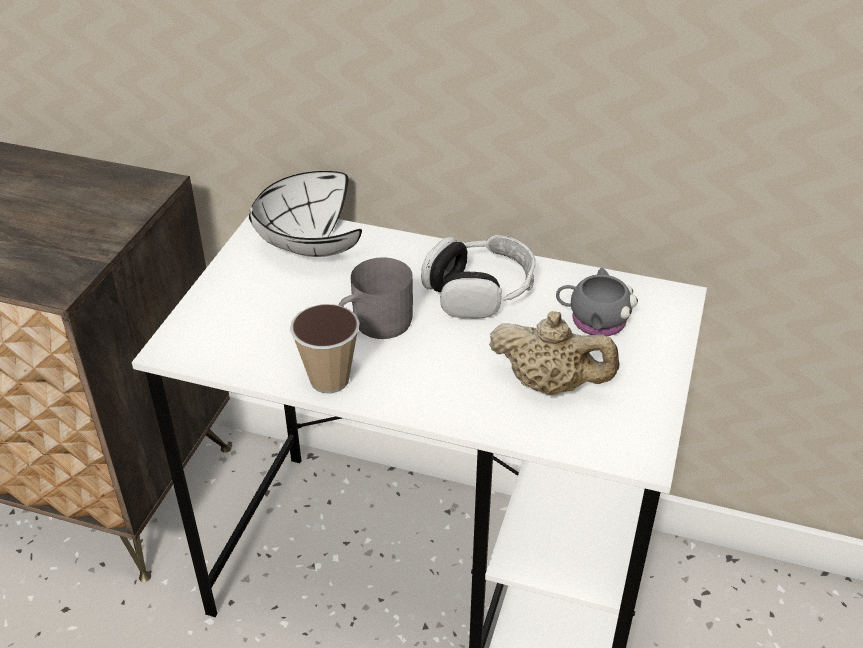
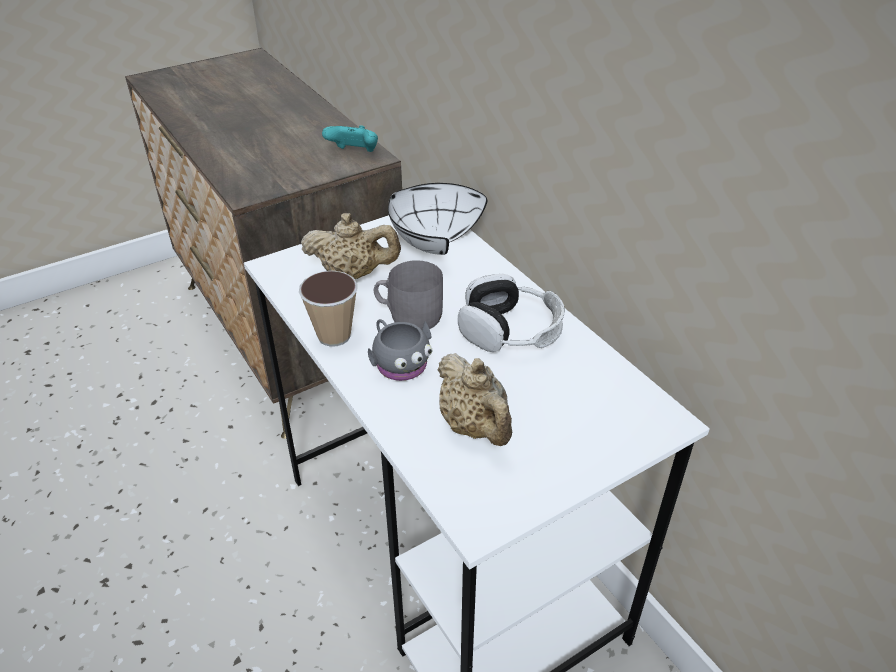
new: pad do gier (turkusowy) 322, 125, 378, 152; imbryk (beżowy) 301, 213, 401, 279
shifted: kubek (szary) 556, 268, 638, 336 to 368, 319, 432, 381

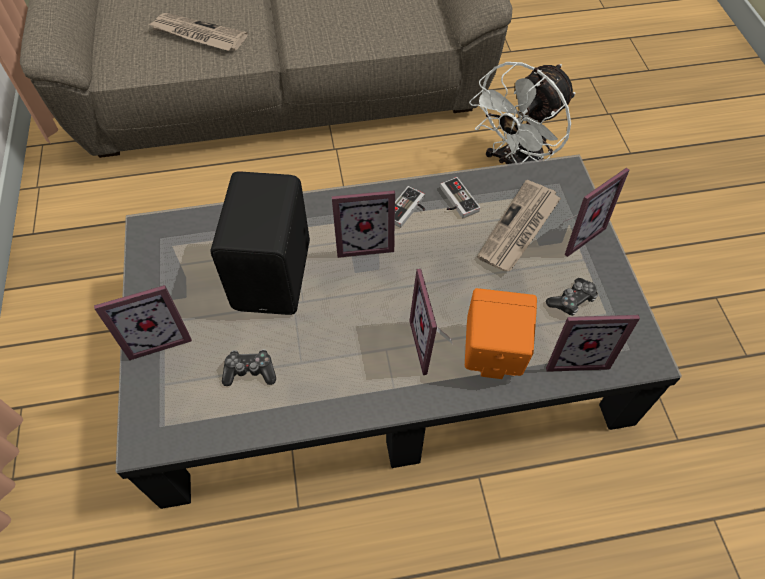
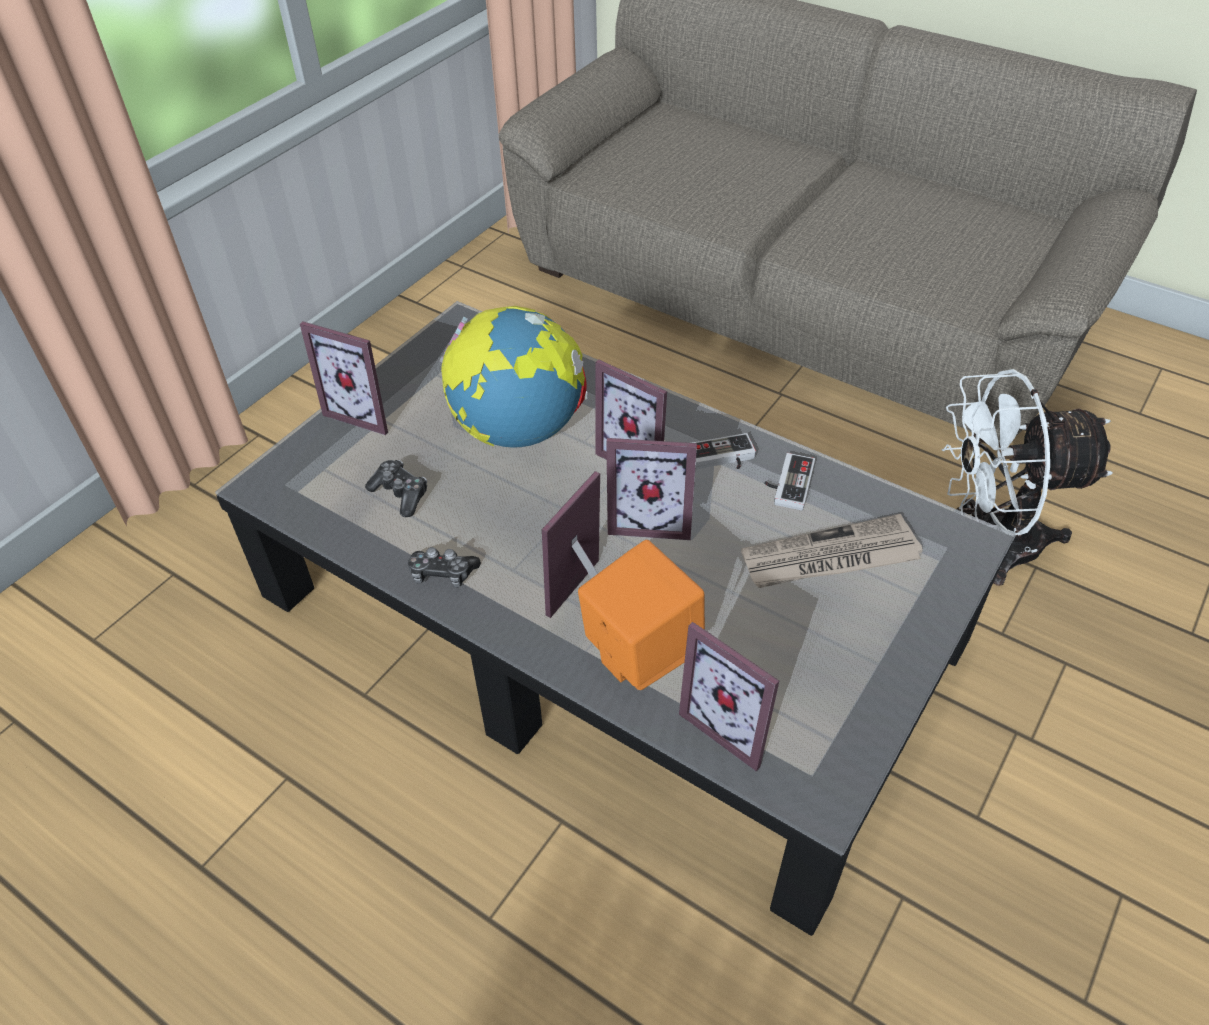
gone: gazeta 148, 13, 248, 51
shifted: ramka na zdjęcie 563, 168, 629, 257 to 606, 438, 697, 540; pad do gier 546, 278, 598, 316 to 408, 547, 481, 588
swapped: głośnik (czarny) 211, 171, 310, 315 to globus 440, 306, 587, 448

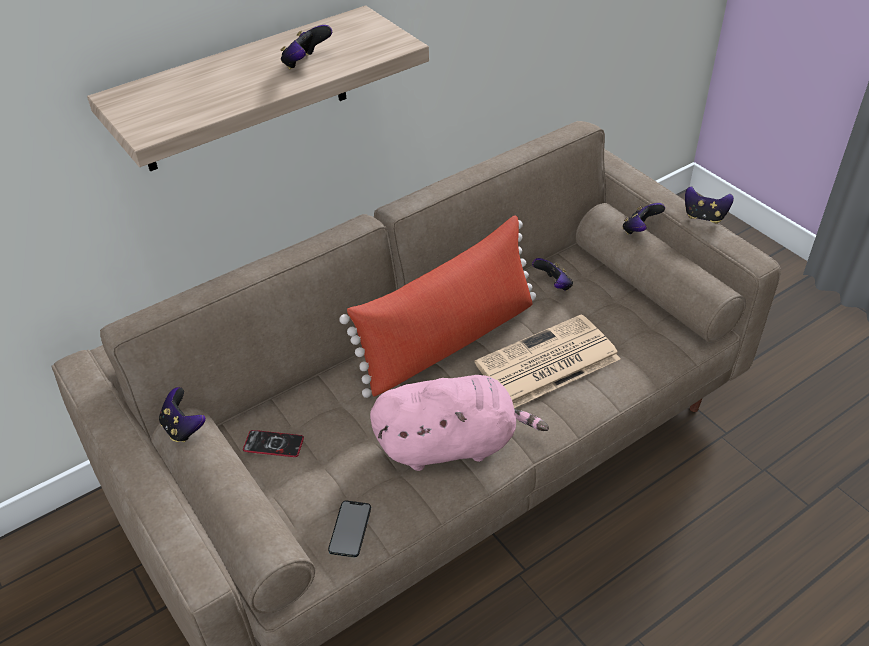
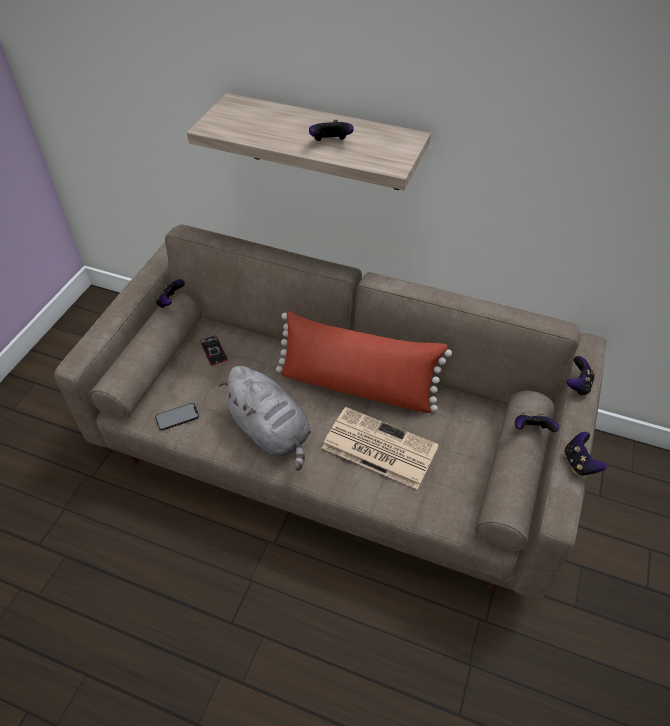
shifted: pad do gier 532, 258, 573, 291 to 566, 356, 595, 396
repainted: pluszak (różowy) 370, 375, 549, 471 to pluszak (szary) 219, 366, 311, 471

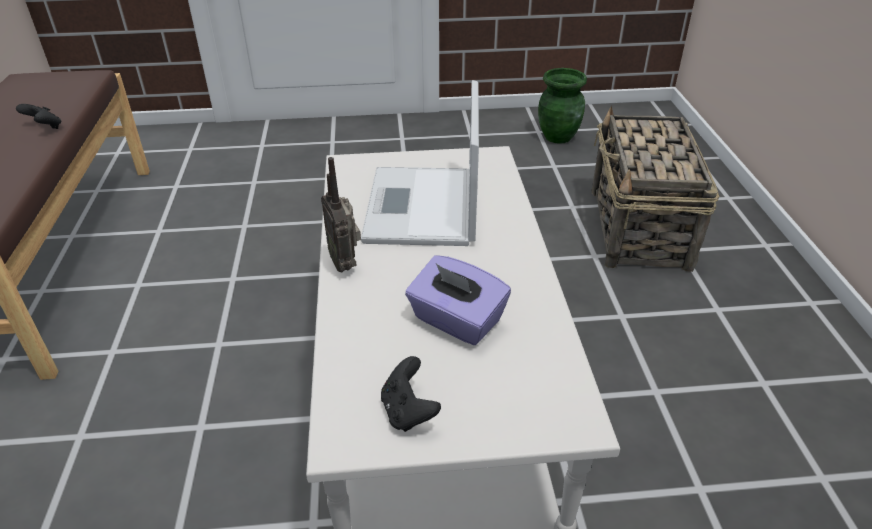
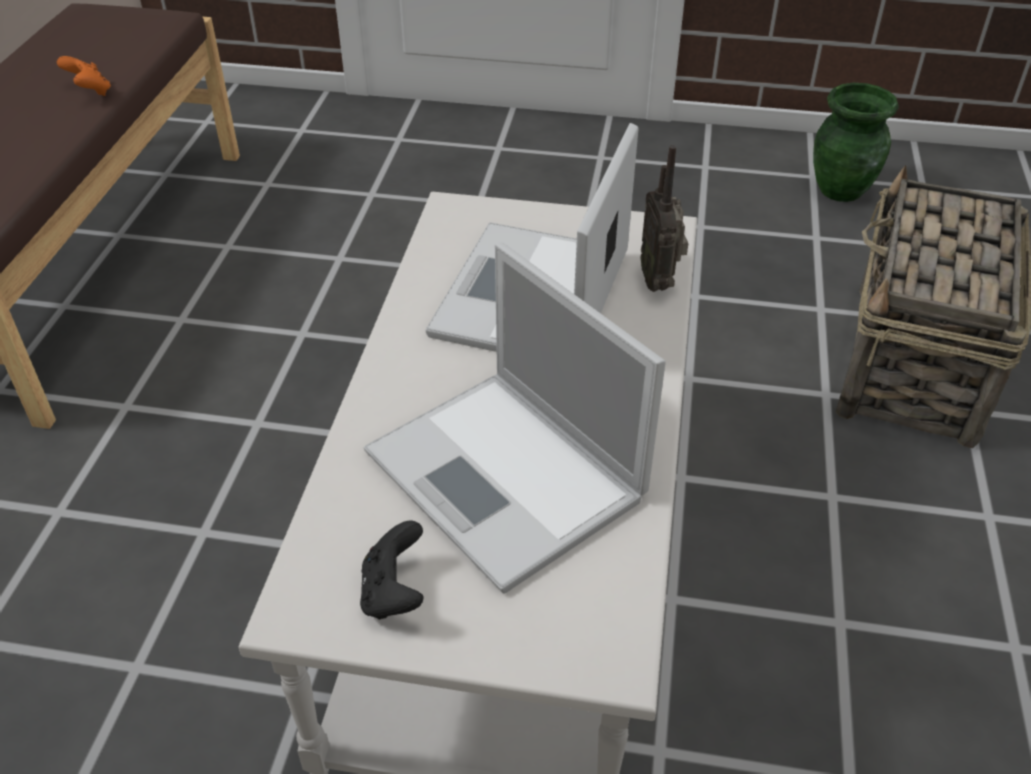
shifted: radio 321, 157, 361, 272 to 640, 145, 688, 292
swapped: pudełko chusteczek (fioletowy) 405, 255, 511, 345 to laptop 364, 242, 666, 594
repainted: pad do gier (czarny) 16, 104, 62, 129 to pad do gier (pomarańczowy) 57, 56, 111, 96

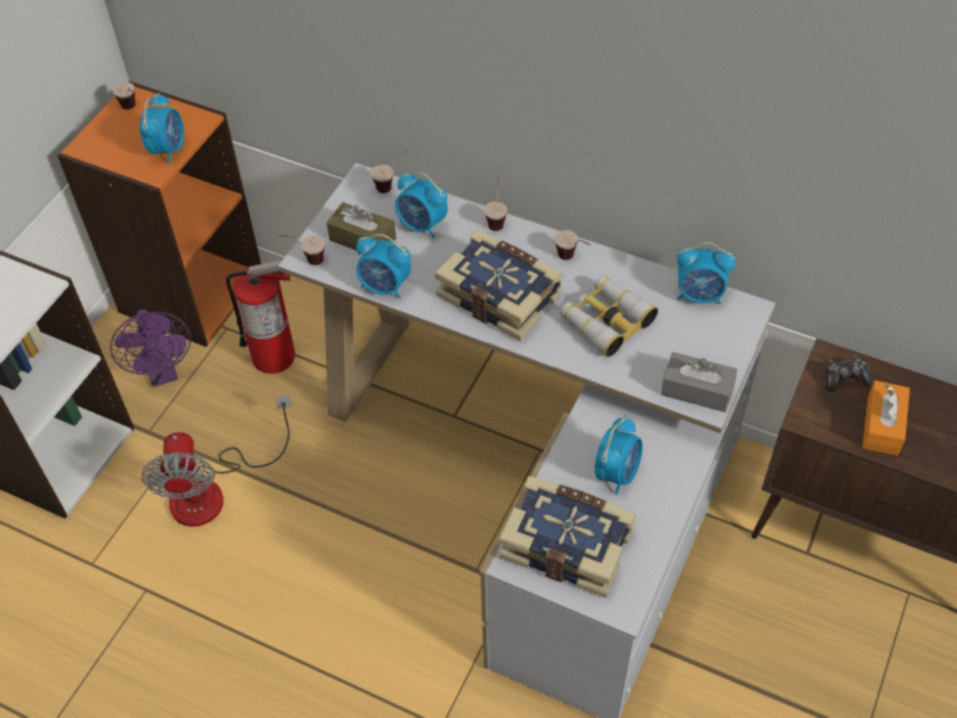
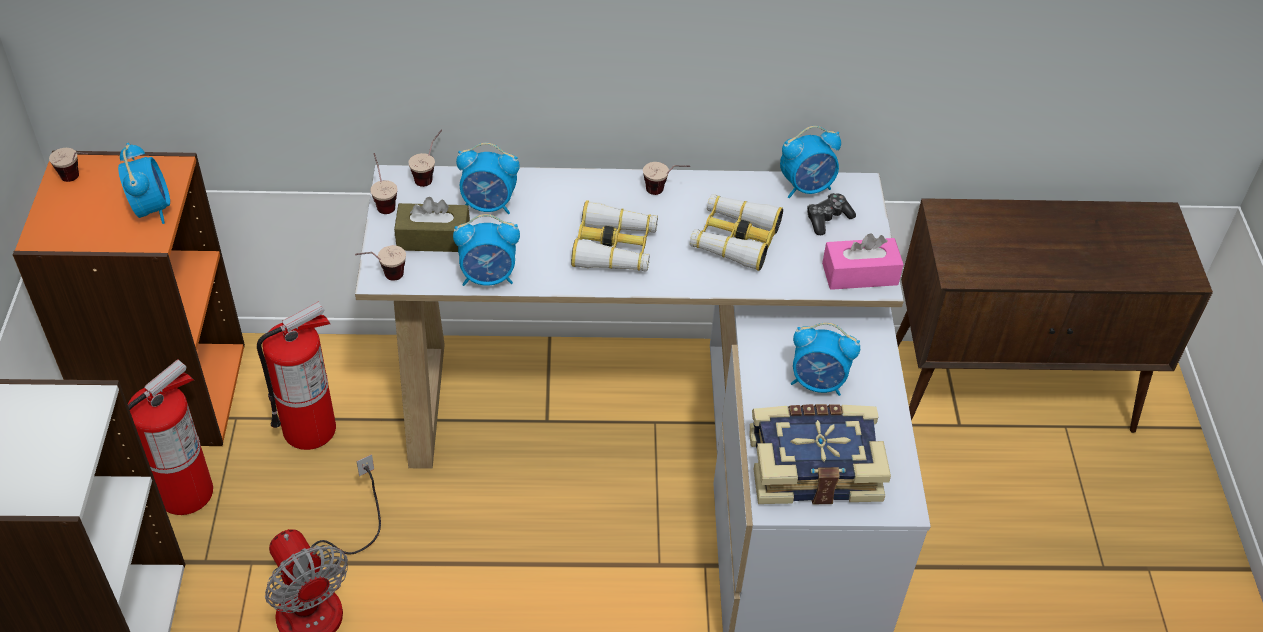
gone: pudełko chusteczek (pomarańczowy) 862, 381, 910, 456
shifted: filiżanka 484, 176, 507, 231 to 370, 153, 397, 214; pad do gier 826, 356, 873, 392 to 807, 193, 856, 235
swapped: książka 435, 230, 563, 342 to lornetka 571, 200, 658, 272; wentylator (fioletowy) 110, 309, 191, 387 to gaśnica 128, 359, 213, 515
repainted: pudełko chusteczek (szary) 661, 352, 737, 412 to pudełko chusteczek (różowy) 822, 233, 904, 290
rotated: budzik 595, 415, 643, 495 = 791, 322, 860, 396 105 degrees clockwise

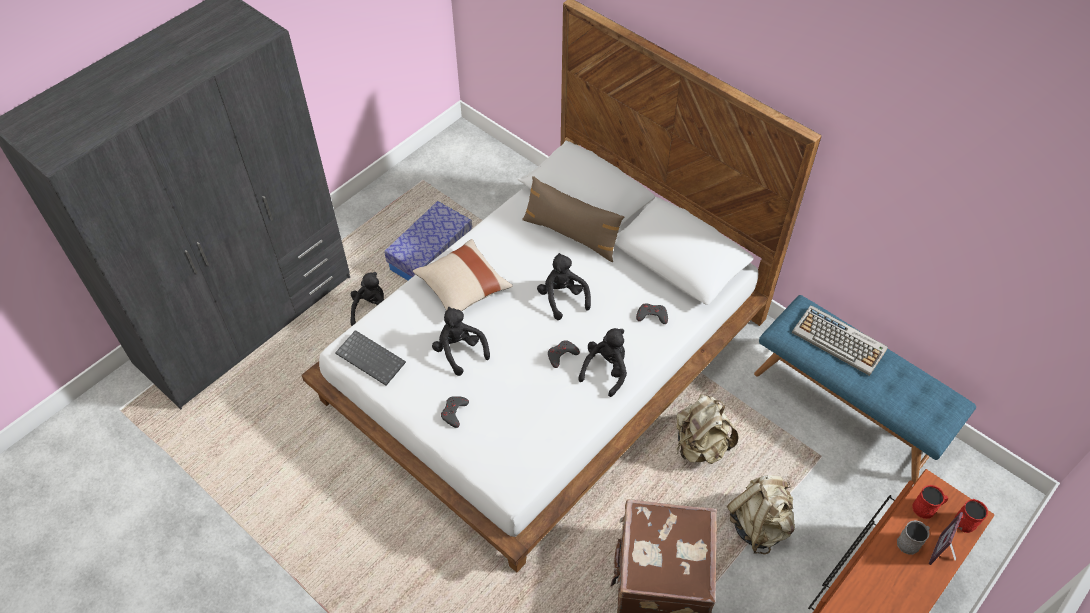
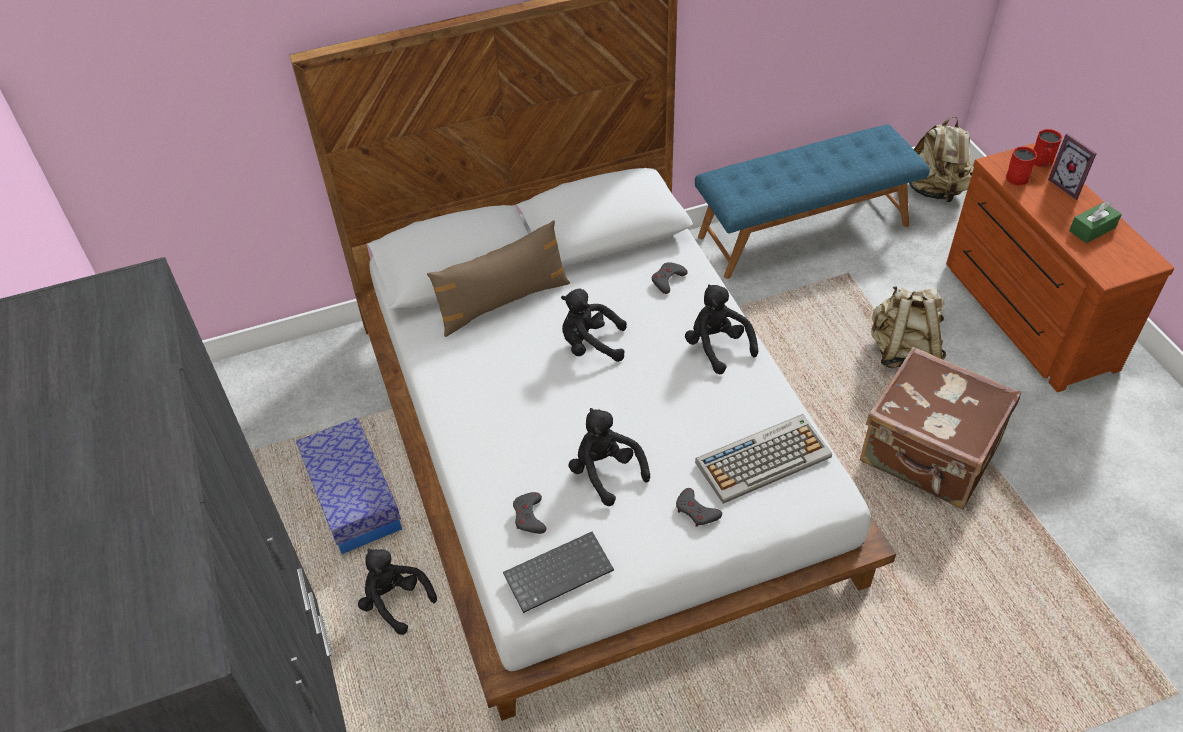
gone: poduszka (beżowy) 413, 239, 513, 311; kubek (szary) 897, 520, 930, 555
new: pudełko chusteczek (zielony) 1069, 201, 1122, 243
shifted: klawiatura 792, 305, 888, 376 to 695, 414, 832, 504; pad do gier (szary) 548, 340, 580, 368 to 513, 492, 546, 534; plecak (beżowy) 676, 394, 739, 464 to 909, 116, 973, 202
rotated: pluszak (czarny) 432, 307, 490, 376 = 568, 408, 650, 506 60 degrees clockwise

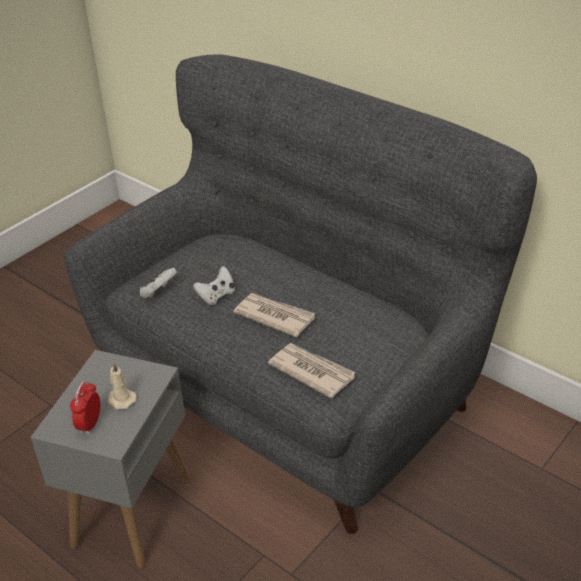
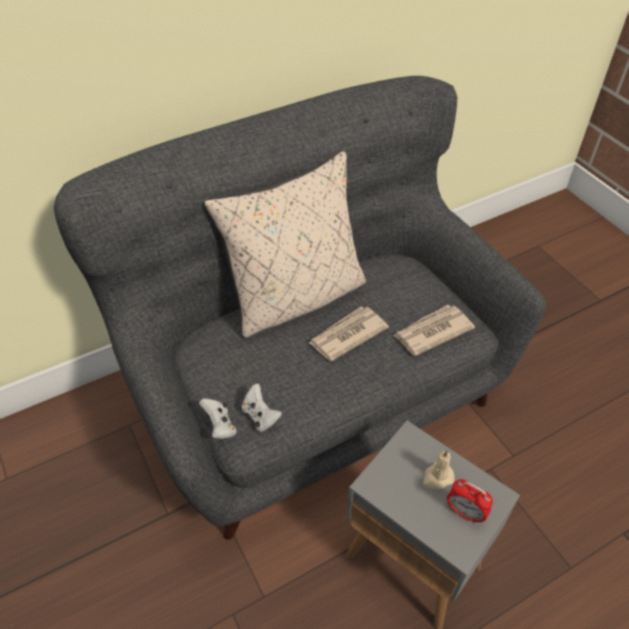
new: poduszka (beżowy) 205, 151, 366, 338
shifted: pad do gier (biały) 193, 266, 235, 305 to 199, 398, 237, 439

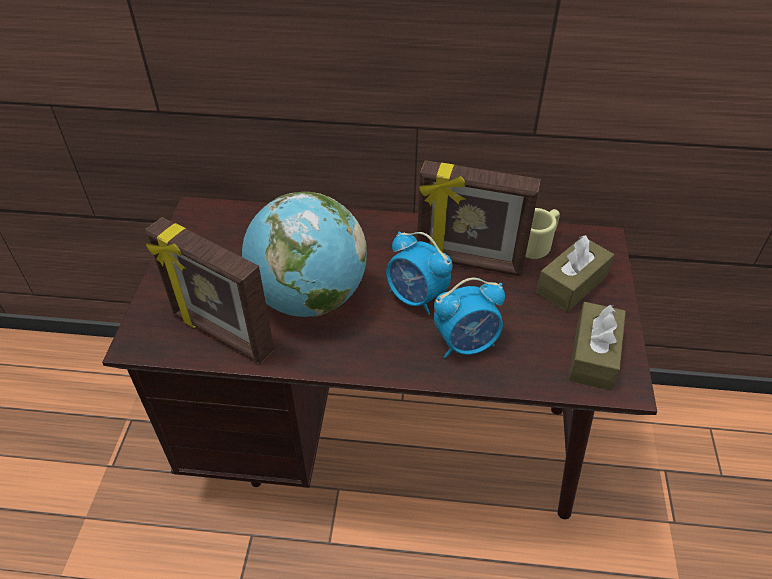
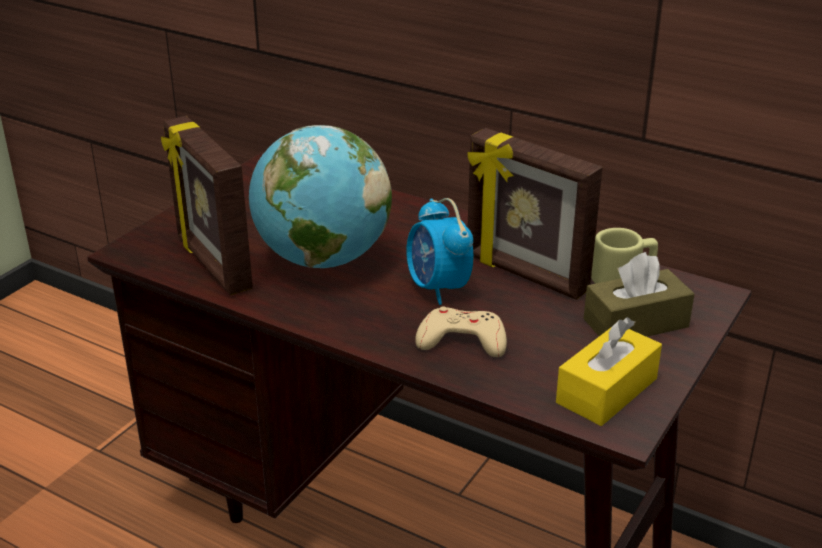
swapped: budzik 434, 278, 505, 358 to pad do gier (beżowy) 415, 306, 507, 357
repainted: pudełko chusteczek (brązowy) 568, 302, 626, 391 to pudełko chusteczek (żółty) 556, 317, 662, 426

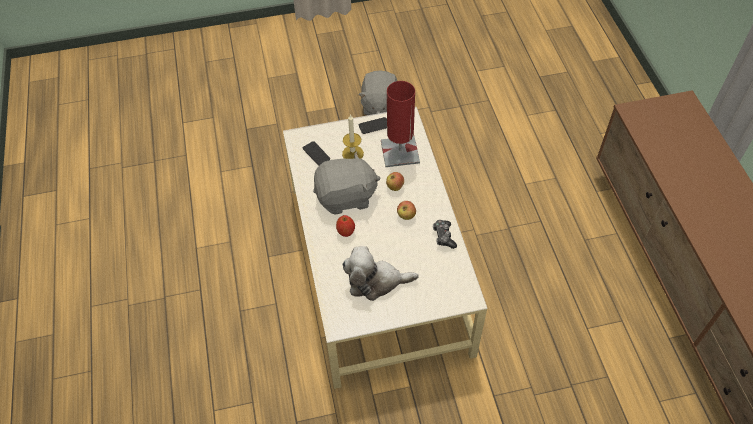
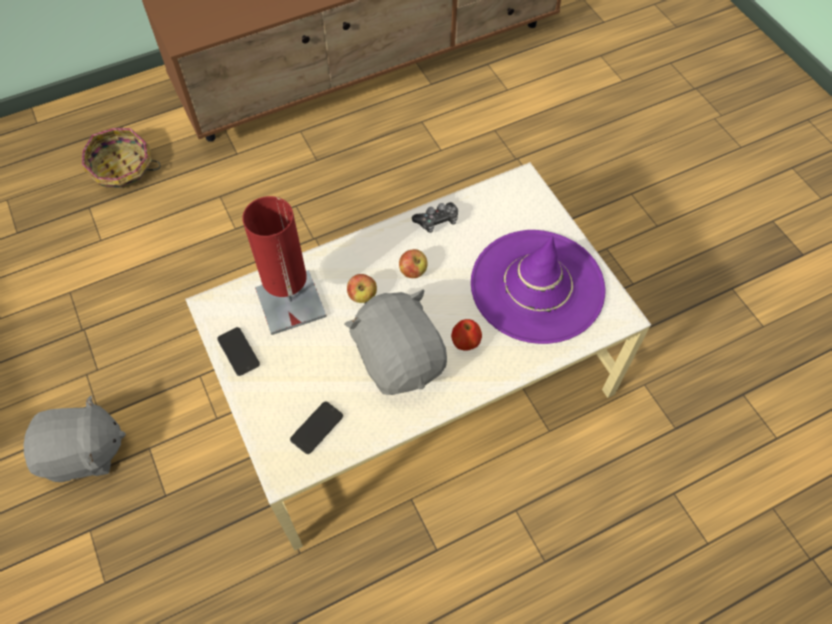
gone: świeca 342, 114, 364, 159
new: koszyk 82, 128, 161, 188
swapped: pluszak 342, 246, 419, 301 to kapelusz (fioletowy) 471, 230, 605, 344

